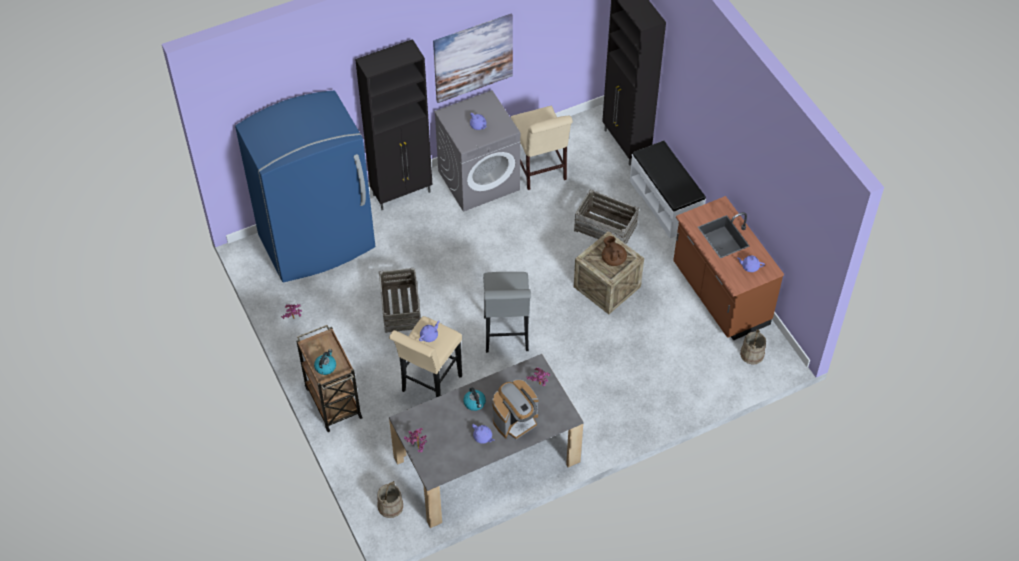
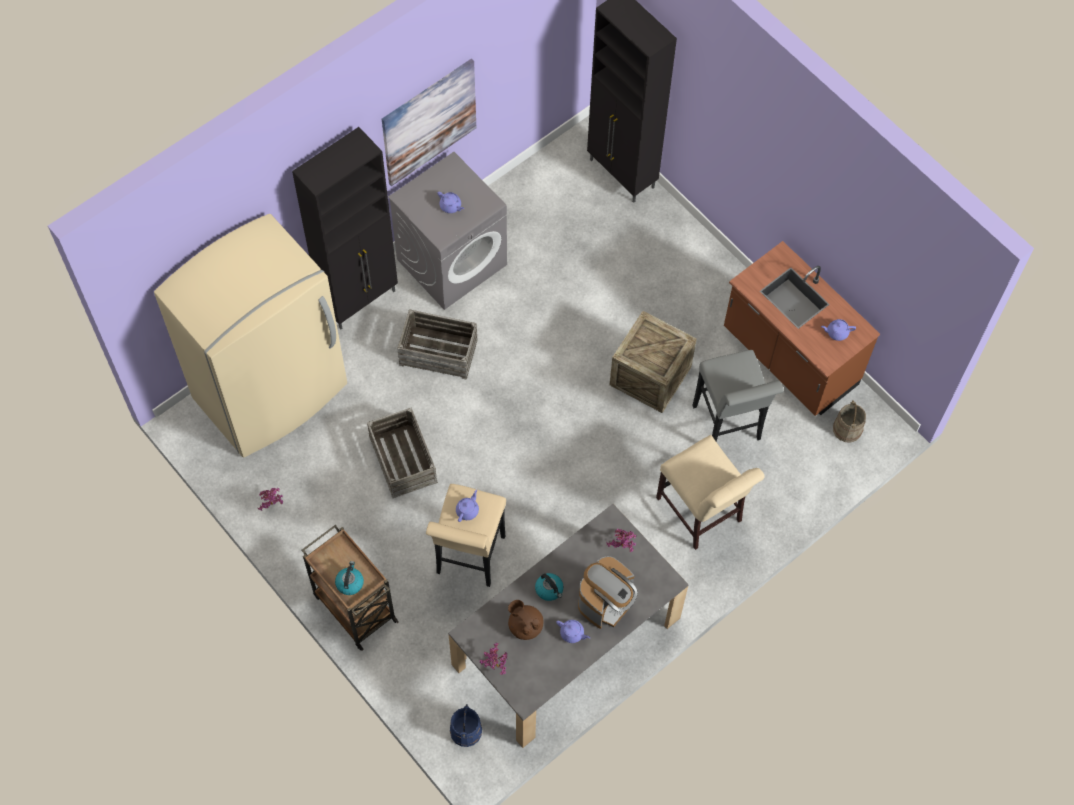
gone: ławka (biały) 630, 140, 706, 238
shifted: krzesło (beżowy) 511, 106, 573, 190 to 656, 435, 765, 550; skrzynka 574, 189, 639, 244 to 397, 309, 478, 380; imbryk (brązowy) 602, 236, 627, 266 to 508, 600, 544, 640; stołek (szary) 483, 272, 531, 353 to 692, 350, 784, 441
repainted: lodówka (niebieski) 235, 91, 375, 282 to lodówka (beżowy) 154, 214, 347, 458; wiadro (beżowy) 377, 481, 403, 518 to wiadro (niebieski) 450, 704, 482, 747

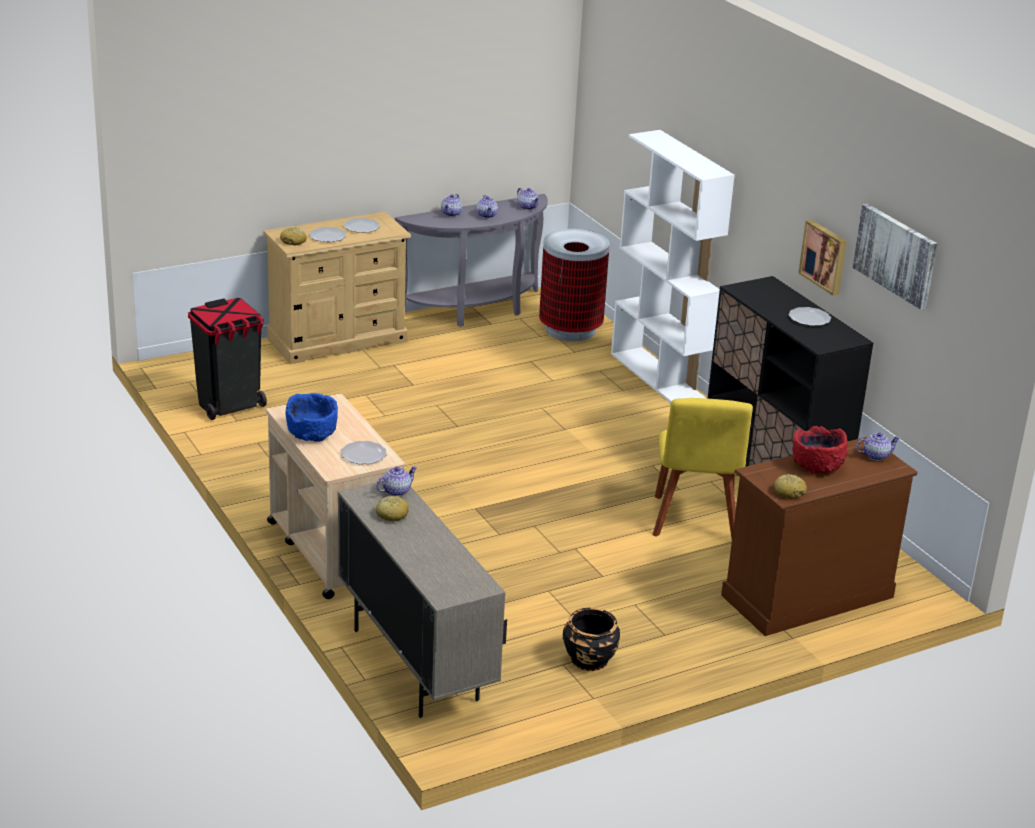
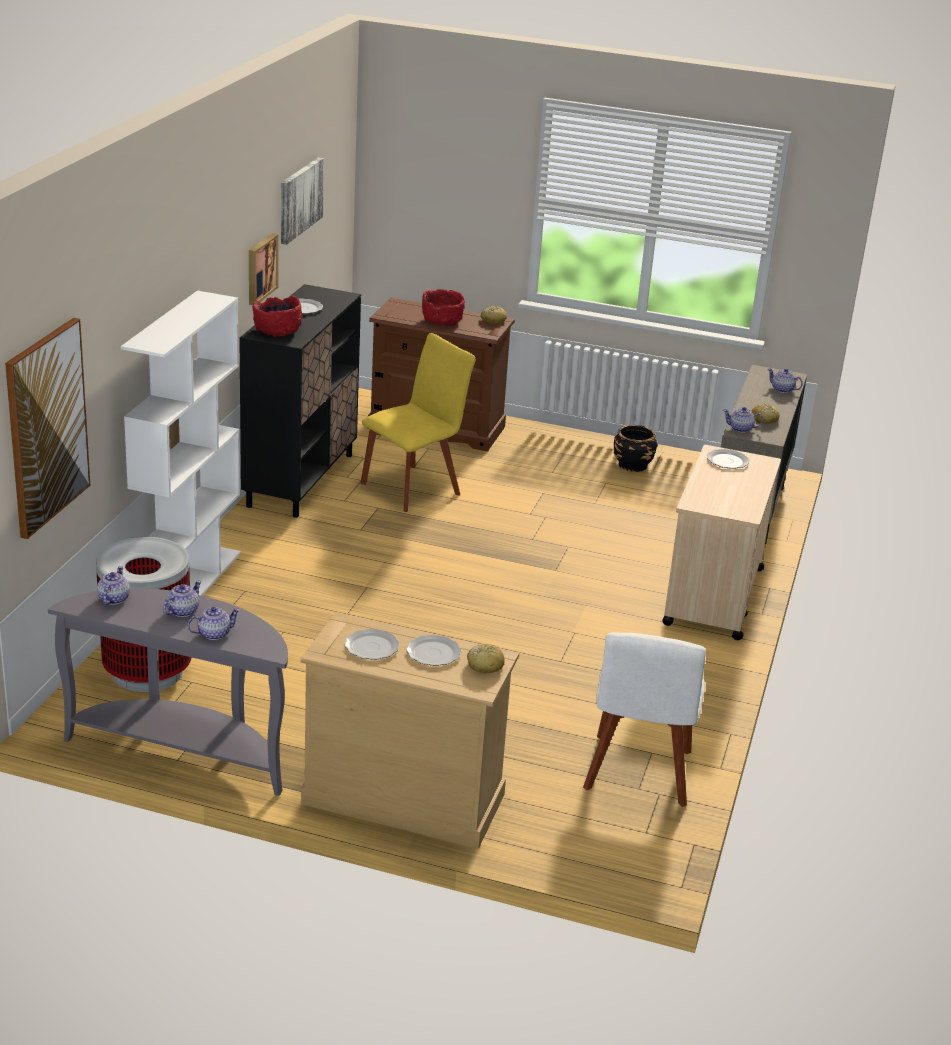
gone: miska (niebieski) 286, 393, 338, 442
new: miska (czerwony) 253, 296, 302, 337; obraz 5, 318, 90, 539
shifted: imbryk 856, 432, 900, 461 to 768, 368, 803, 393
swapped: kosz na śmieci (czarny) 188, 298, 267, 420 to krzesło (biały) 583, 632, 706, 807

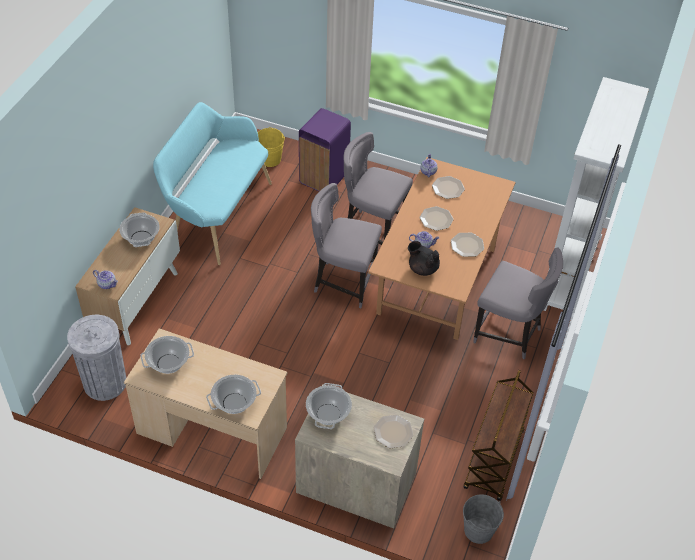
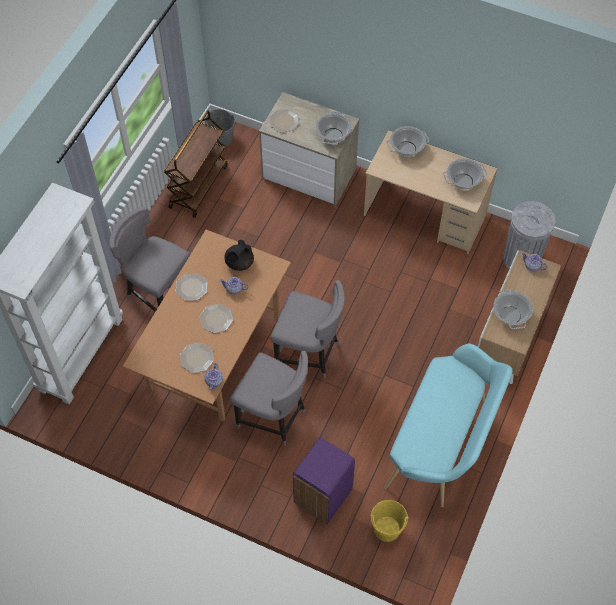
rotated: imbryk (czarny) 408, 241, 440, 276 = 224, 240, 254, 271 90 degrees clockwise

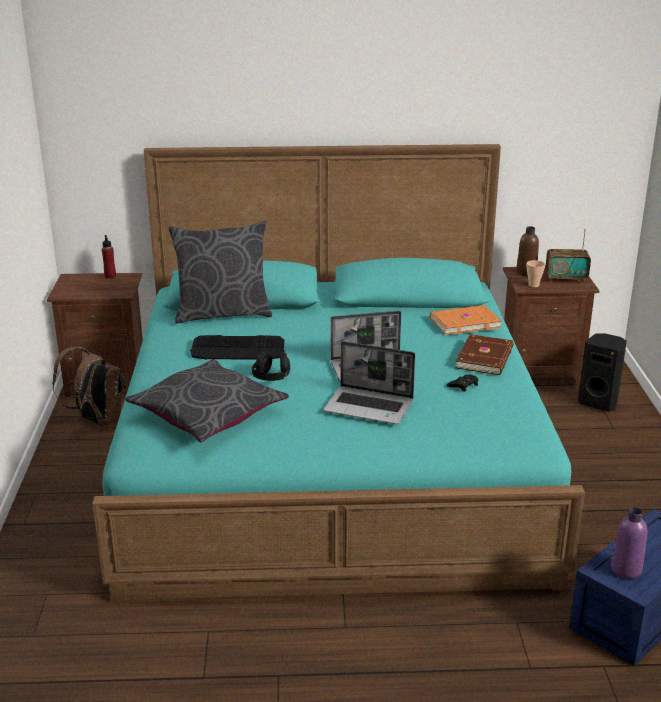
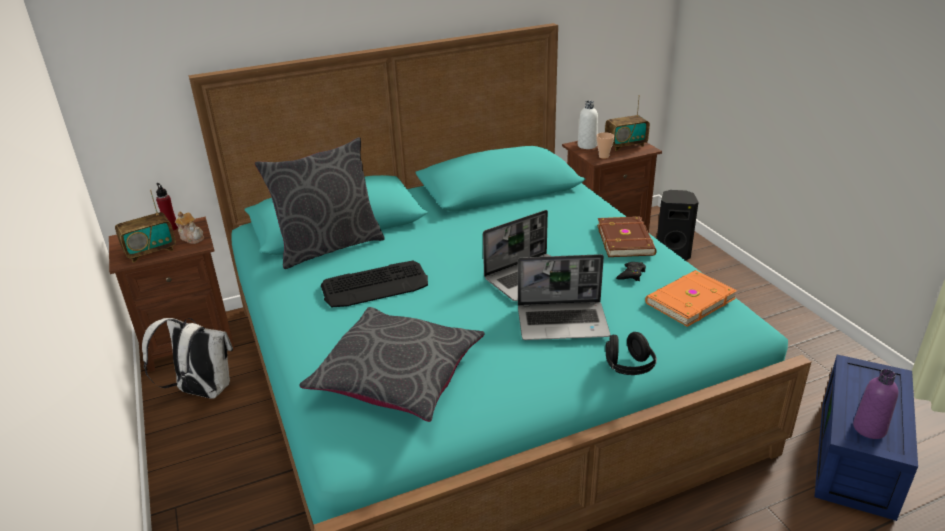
new: radio 115, 190, 176, 263; imbryk 175, 211, 204, 244
shifted: książka (pomarańczowy) 430, 305, 502, 335 to 645, 270, 737, 327; słuchawki (czarny) 251, 351, 290, 381 to 605, 332, 657, 375
repainted: butelka (brązowy) 516, 226, 539, 276 to butelka (biały) 578, 101, 598, 149; plecak (brązowy) 52, 347, 126, 426 to plecak (biały) 142, 318, 233, 399

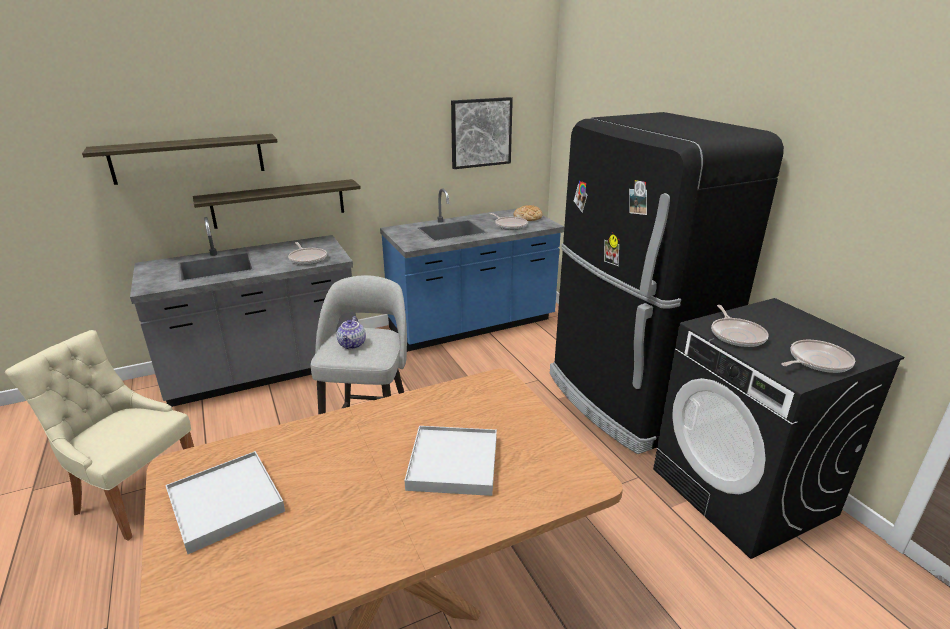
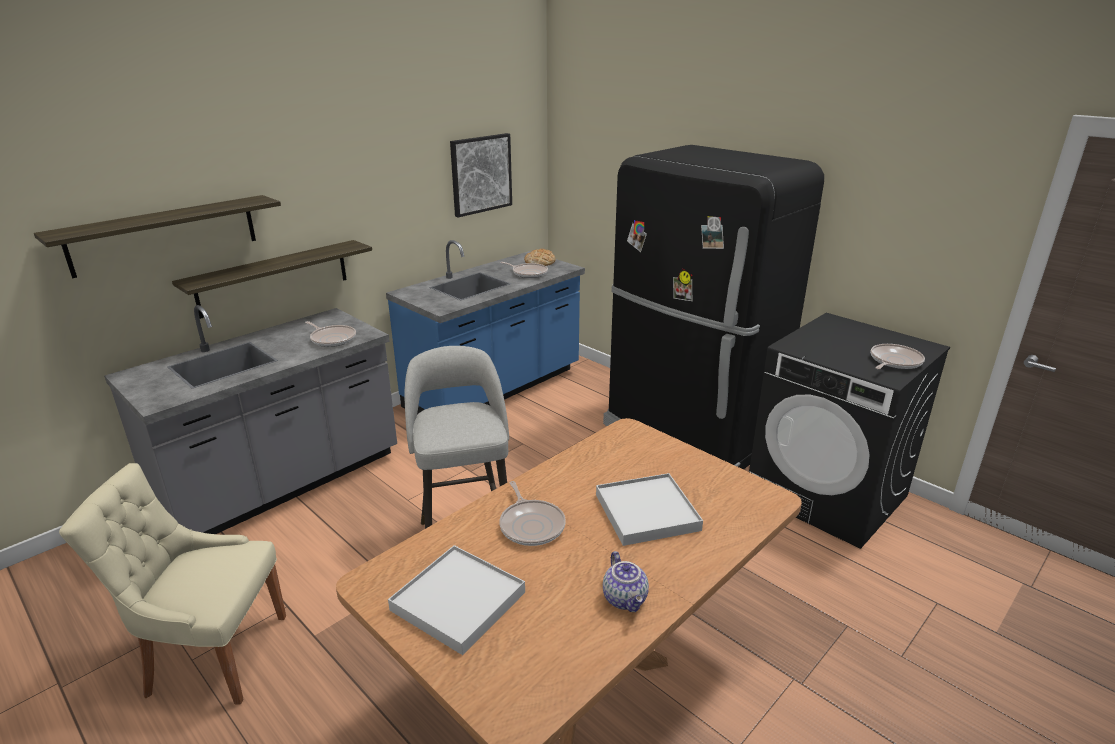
shifted: patelnia 711, 305, 769, 347 to 500, 481, 566, 546; imbryk 337, 316, 366, 349 to 603, 551, 649, 612

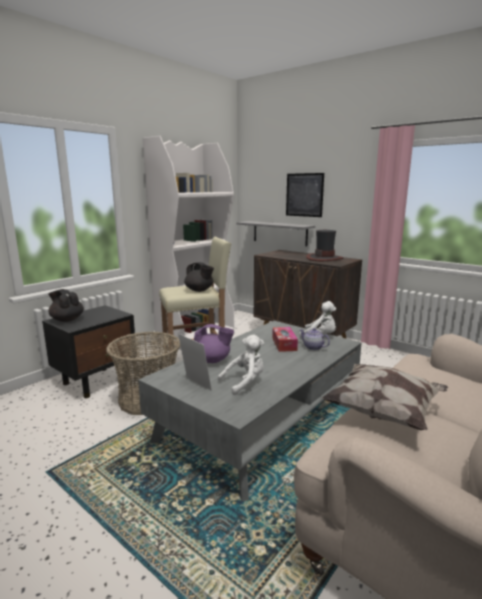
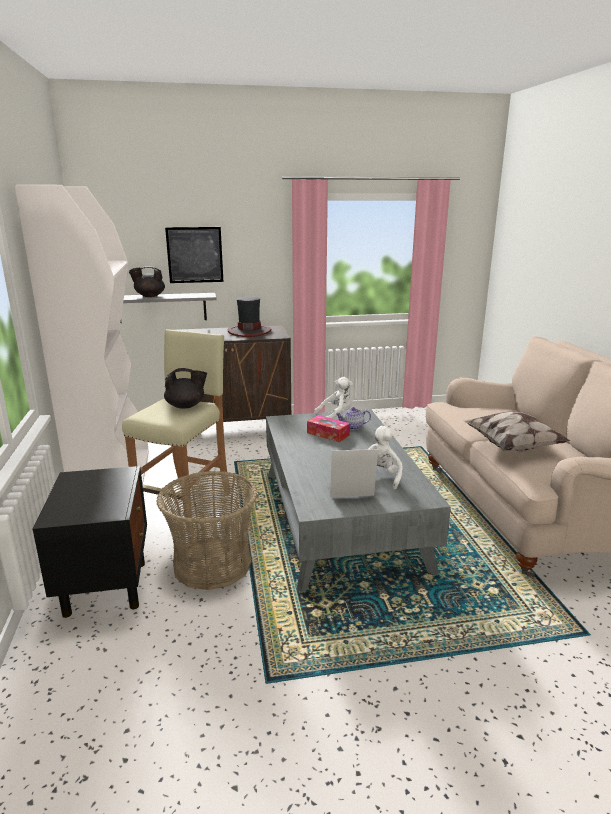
gone: imbryk (fioletowy) 194, 324, 234, 363
shifted: imbryk (czarny) 49, 289, 84, 322 to 129, 266, 165, 297

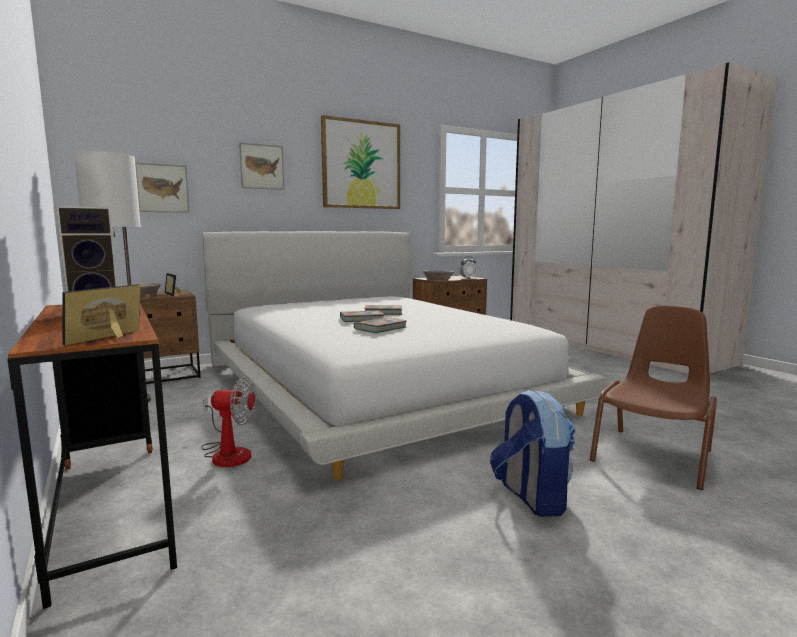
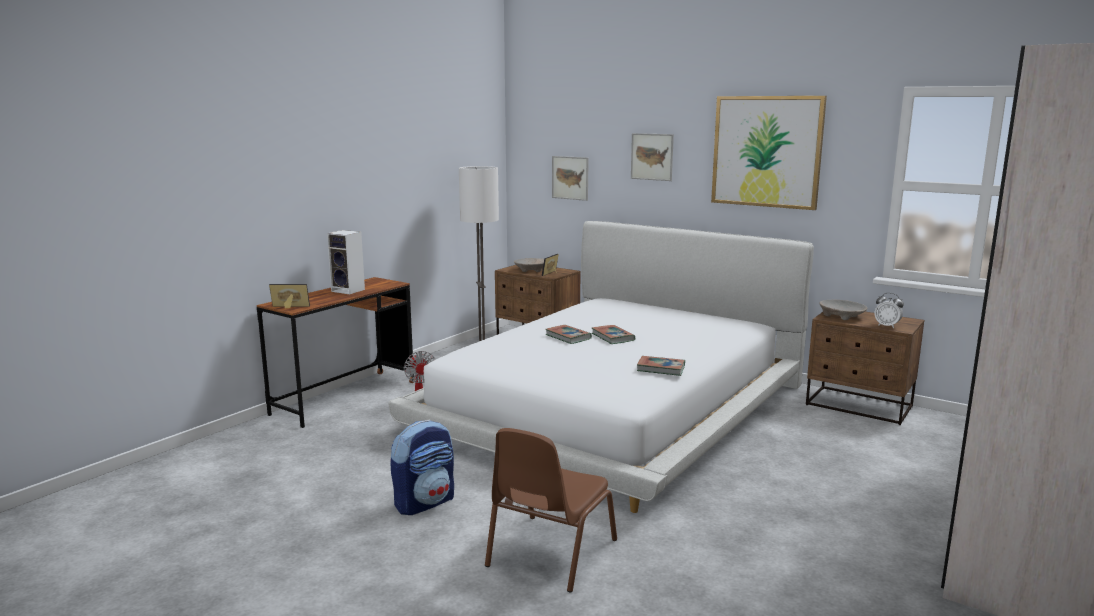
shifted: książka 354, 317, 407, 333 to 637, 356, 685, 376
rotated: krzesło (brązowy) 590, 306, 717, 490 = 485, 428, 617, 592 105 degrees clockwise

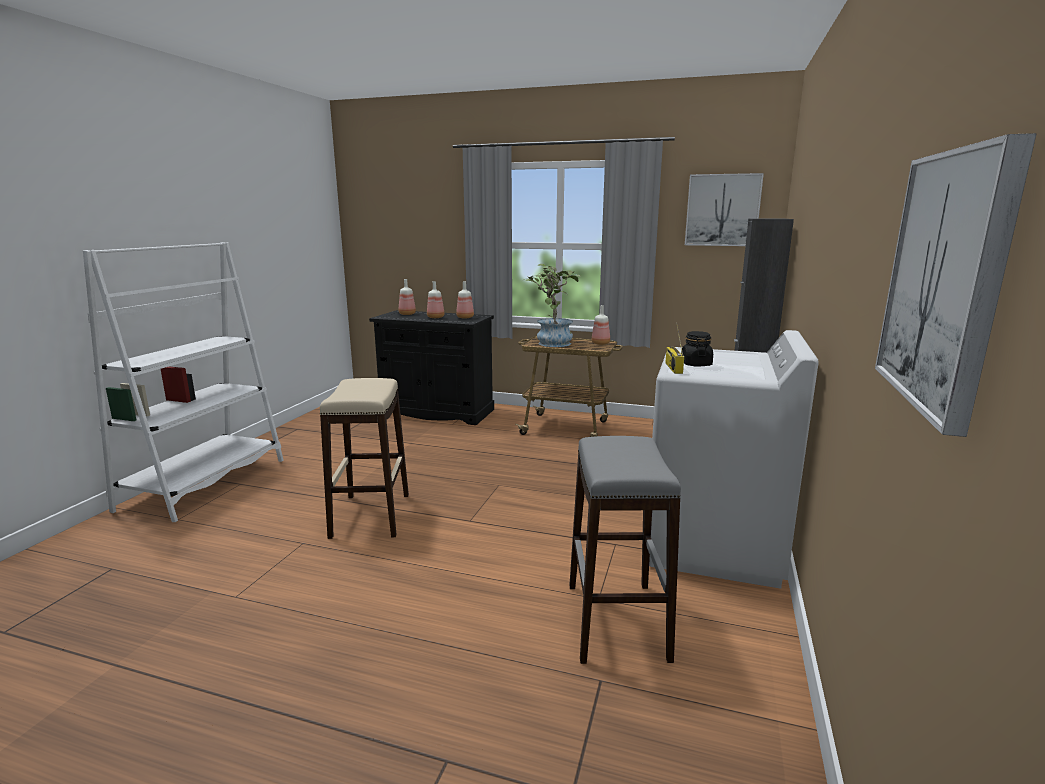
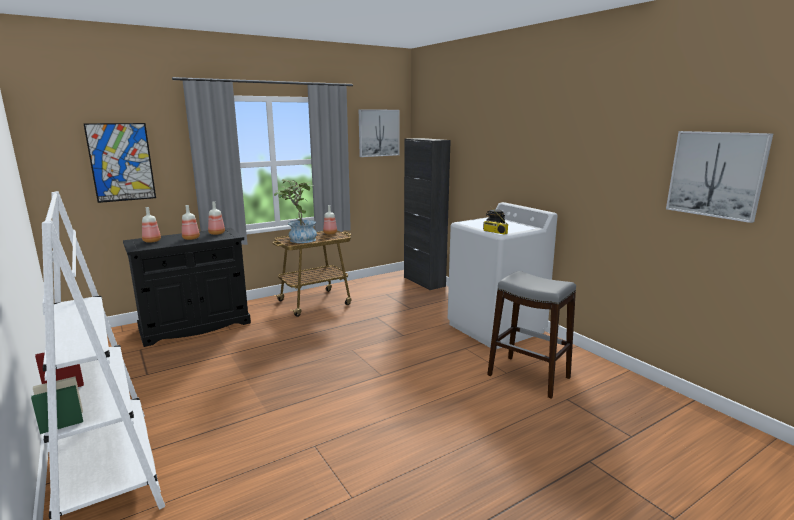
gone: stołek (beżowy) 320, 378, 409, 539
new: obraz 83, 123, 156, 203

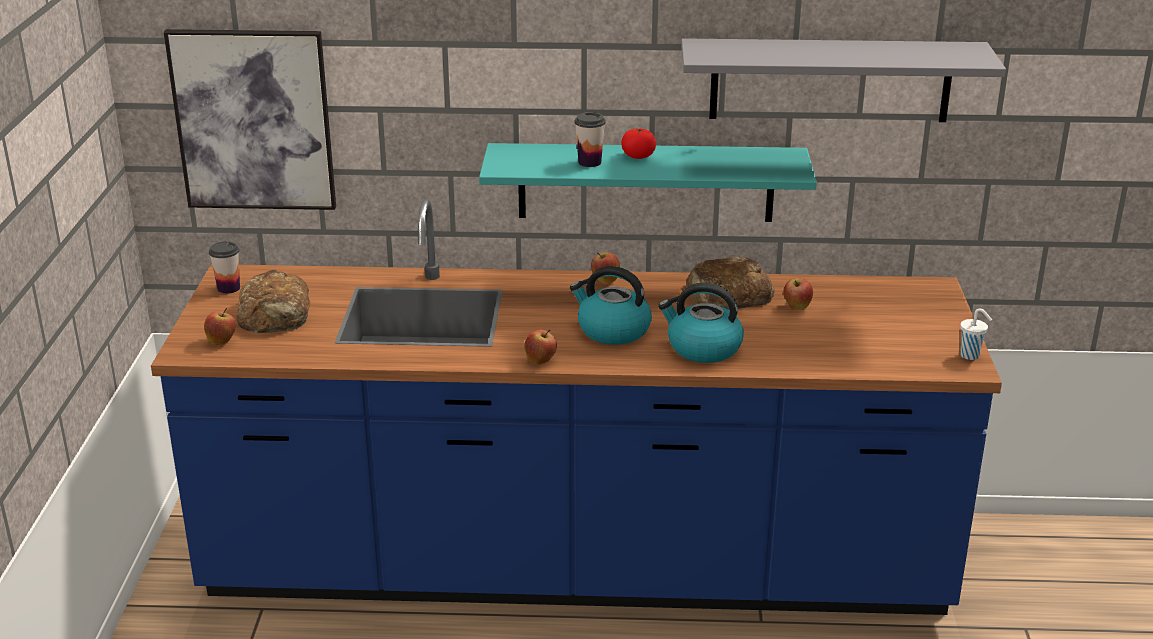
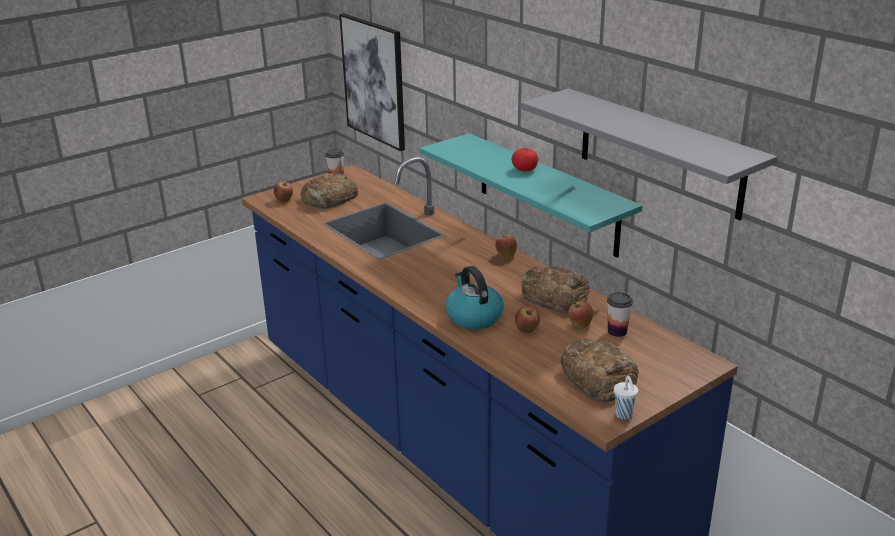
gone: czajnik 570, 266, 652, 345
new: chleb 561, 338, 639, 402
shifted: filiżanka 575, 112, 606, 167 to 607, 292, 633, 337; jabłko 524, 330, 557, 365 to 515, 307, 540, 333

